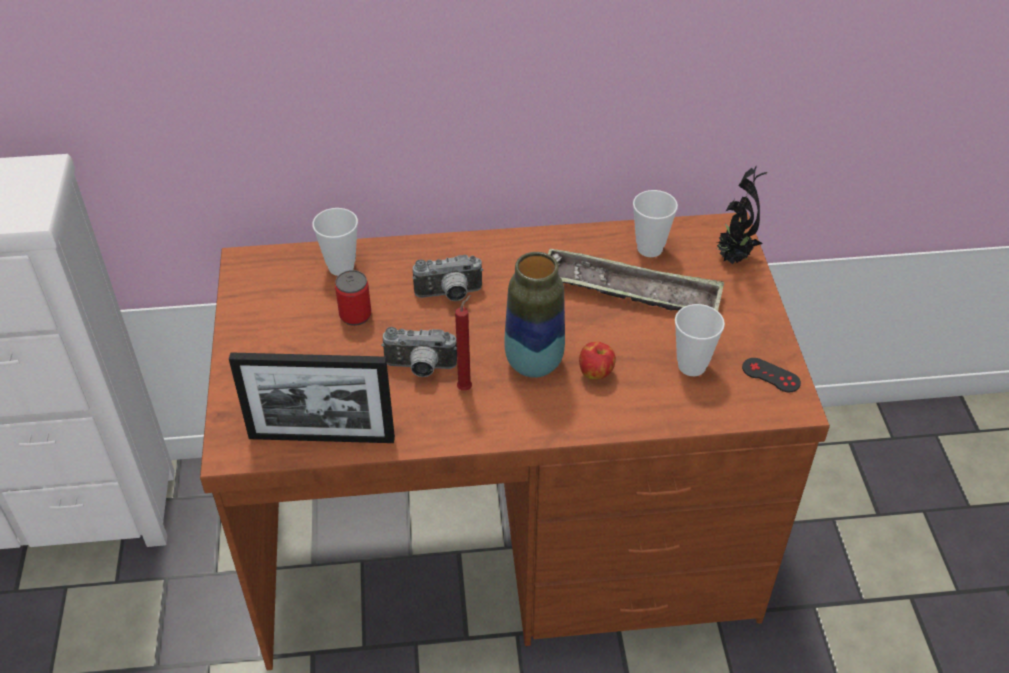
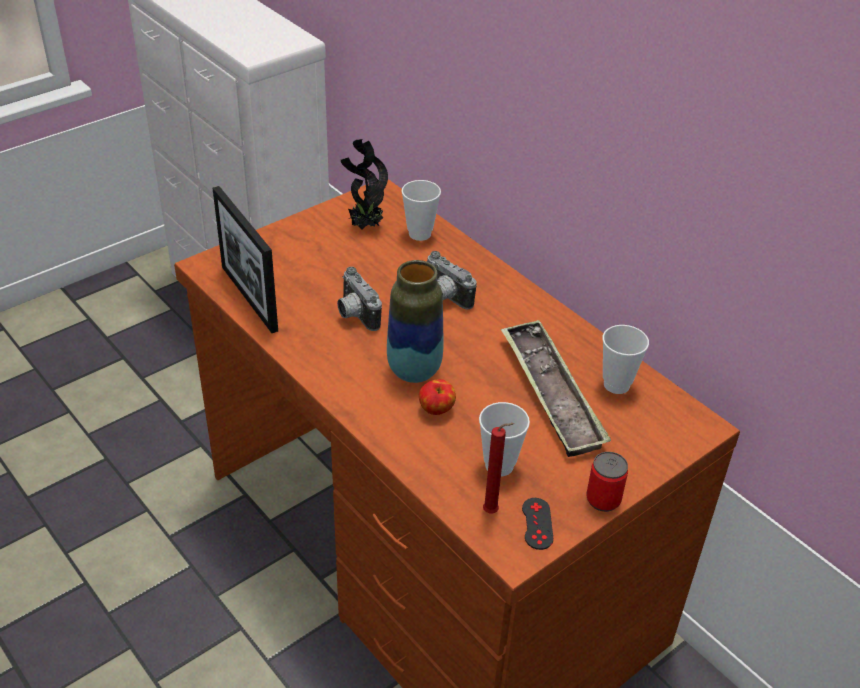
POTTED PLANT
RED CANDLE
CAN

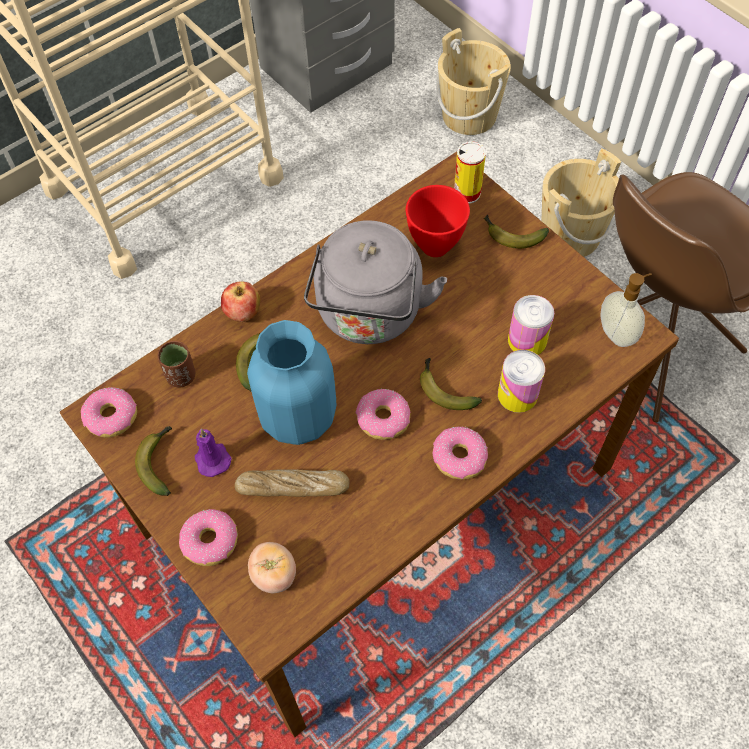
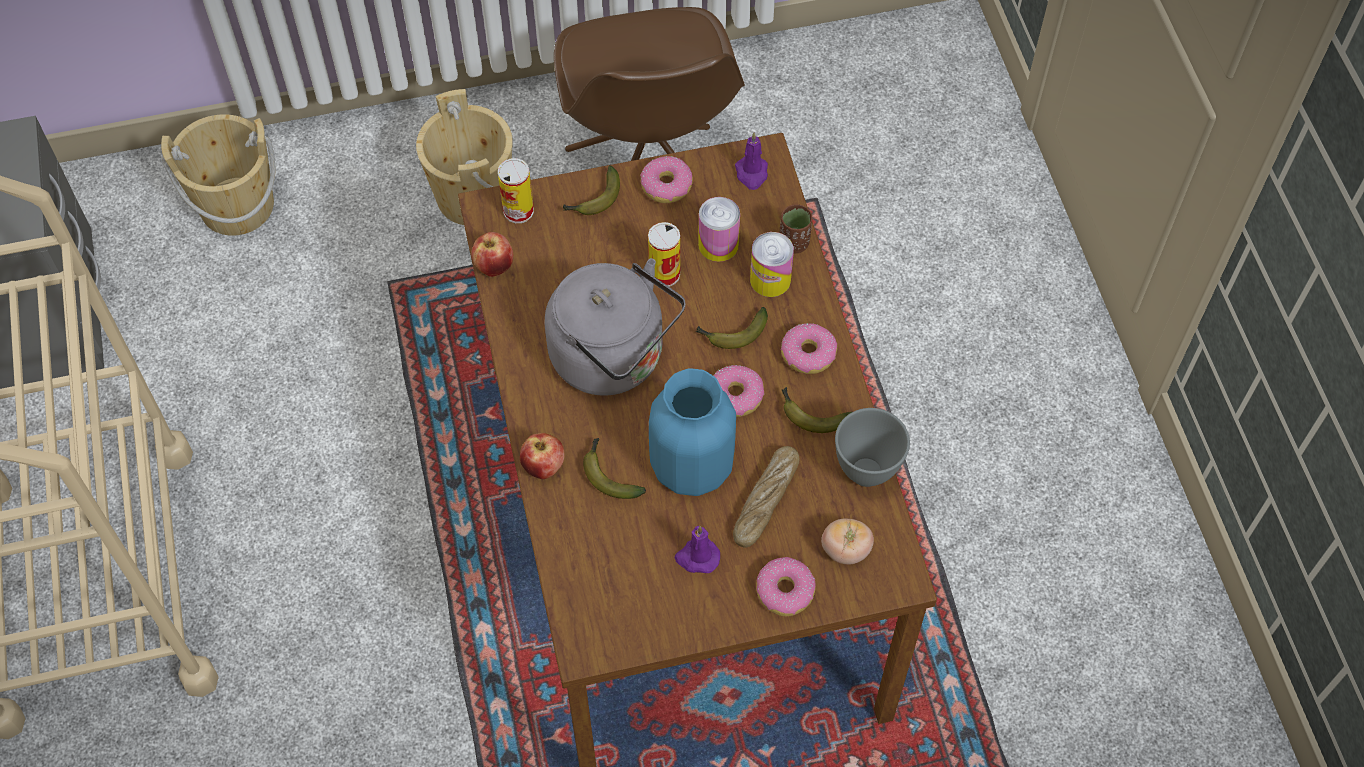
APPLE (no. 1 from left)
DONUT (no. 1 from left)
CAN (no. 2 from left)
PURPLE CANDLE (no. 2 from left)
BROWN CUP
BANANA (no. 4 from left)
GREY BOWL
RED BOWL

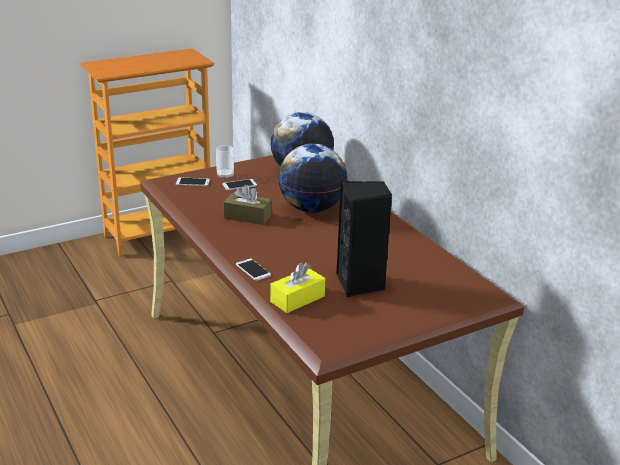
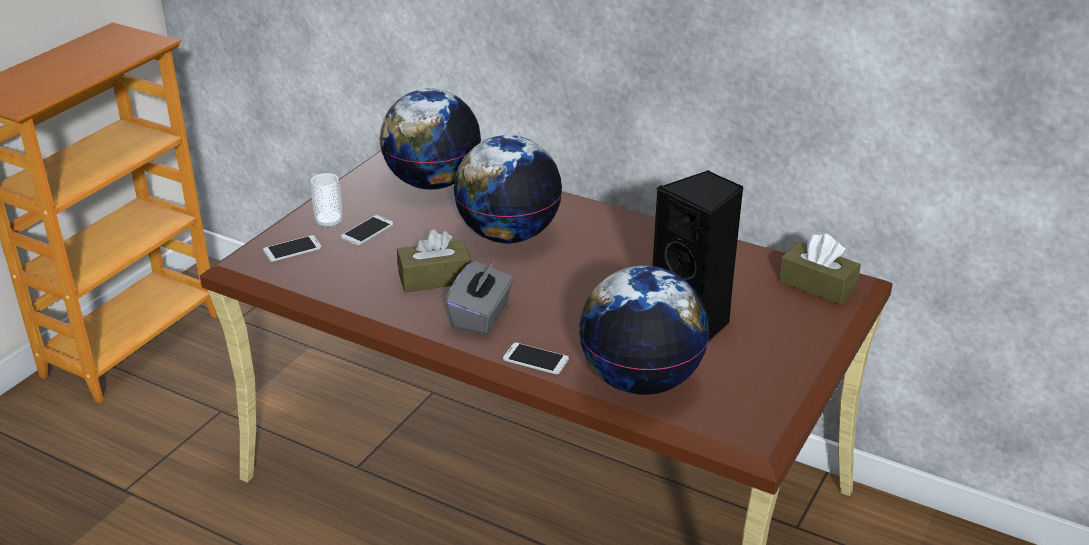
GREY TISSUE BOX
GLOBE (no. 3 from left)
BROWN TISSUE BOX (no. 2 from left)

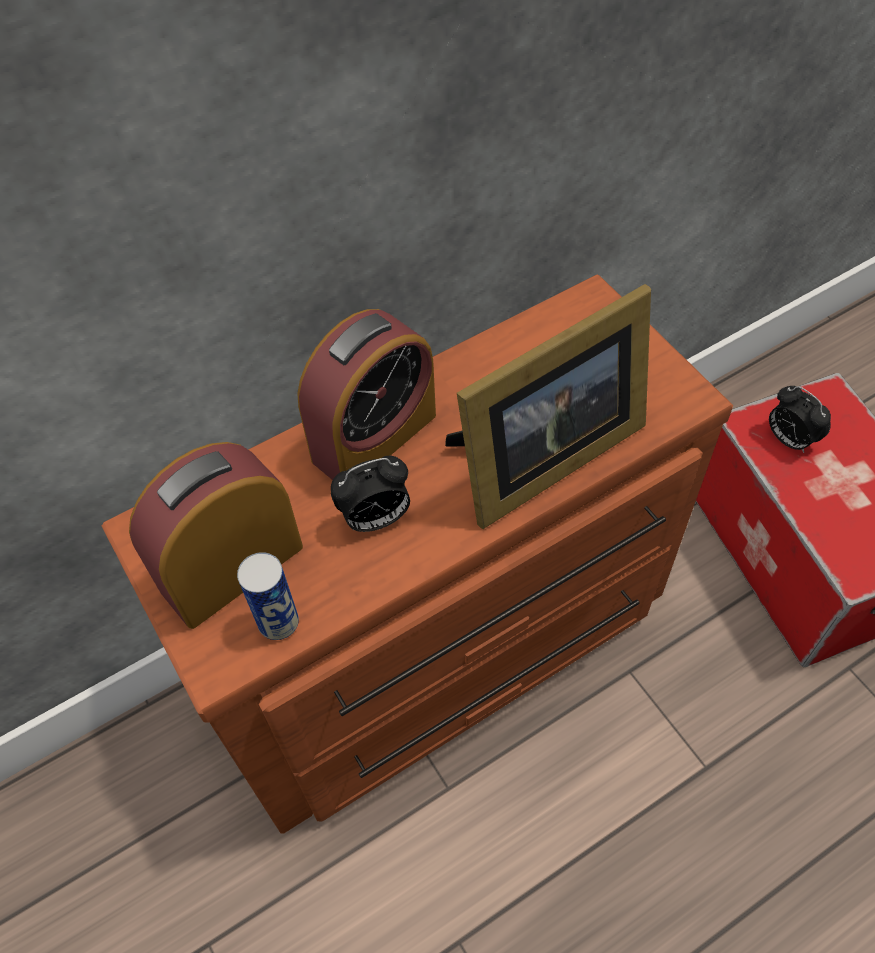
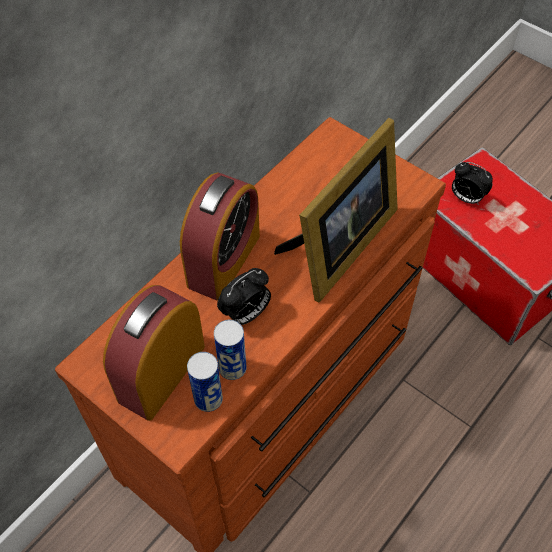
CAN (no. 2 from left)

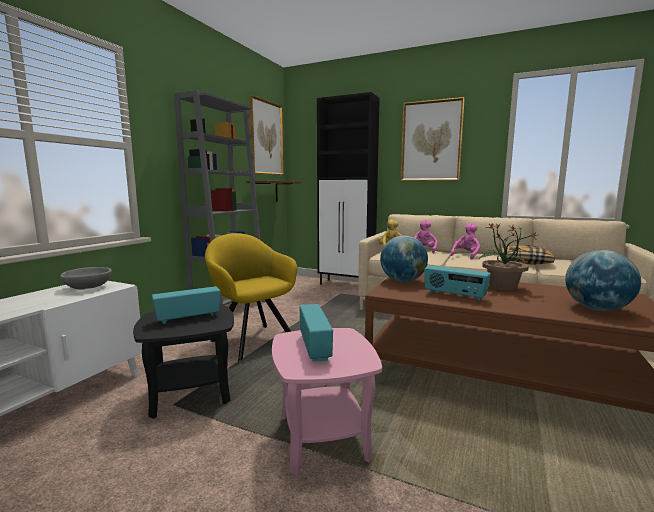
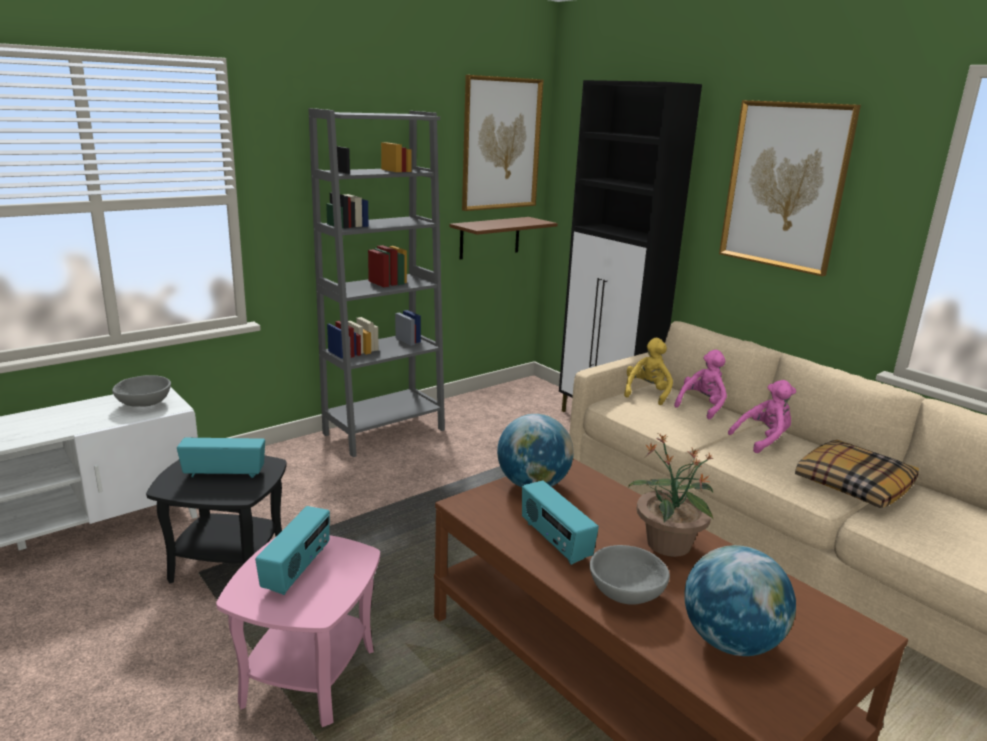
GREY BOWL (no. 2 from left)
YELLOW ARMCHAIR

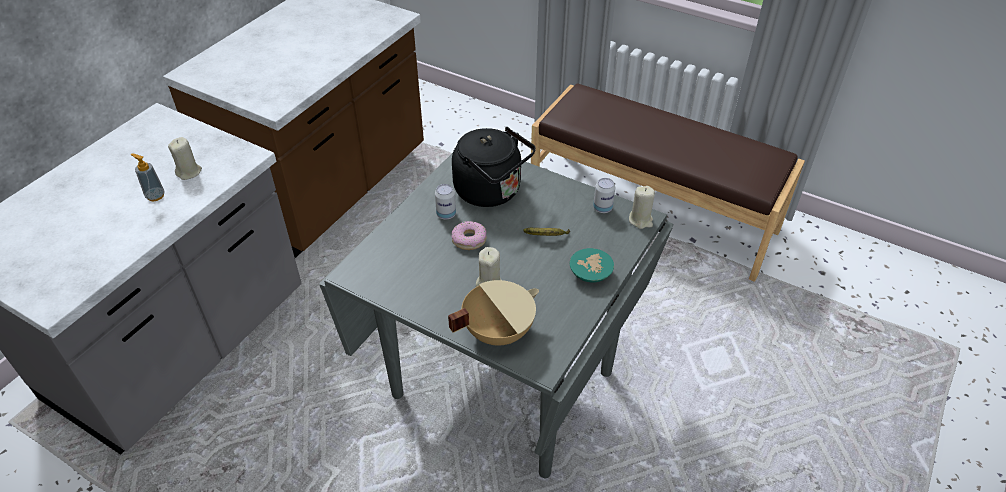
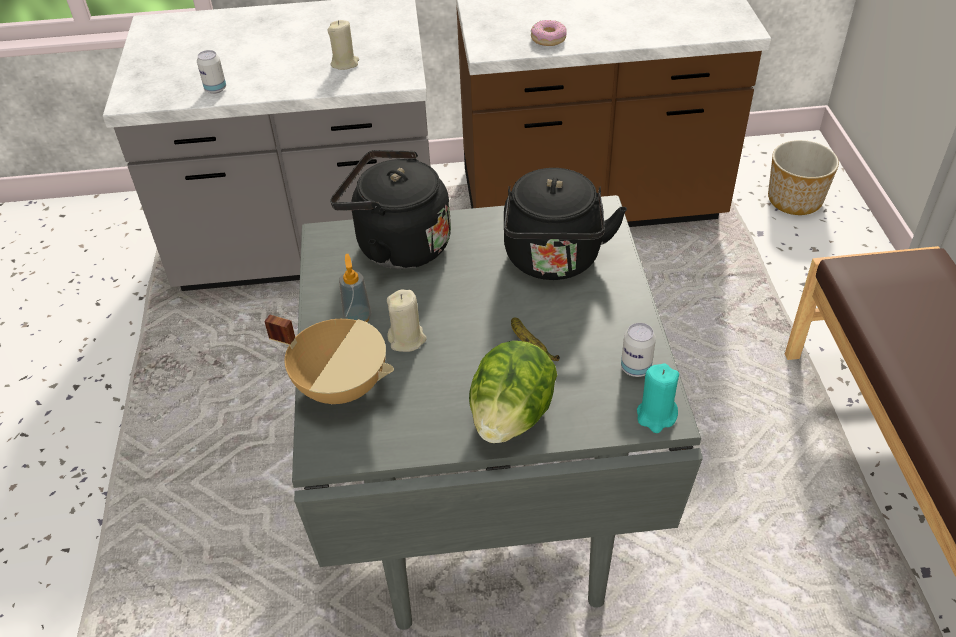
CAN (no. 1 from left)
BLACK KETTLE (no. 1 from left)
SOAP DISPENSER
LETTUCE
DONUT
TURQUOISE CANDLE
PLANTER

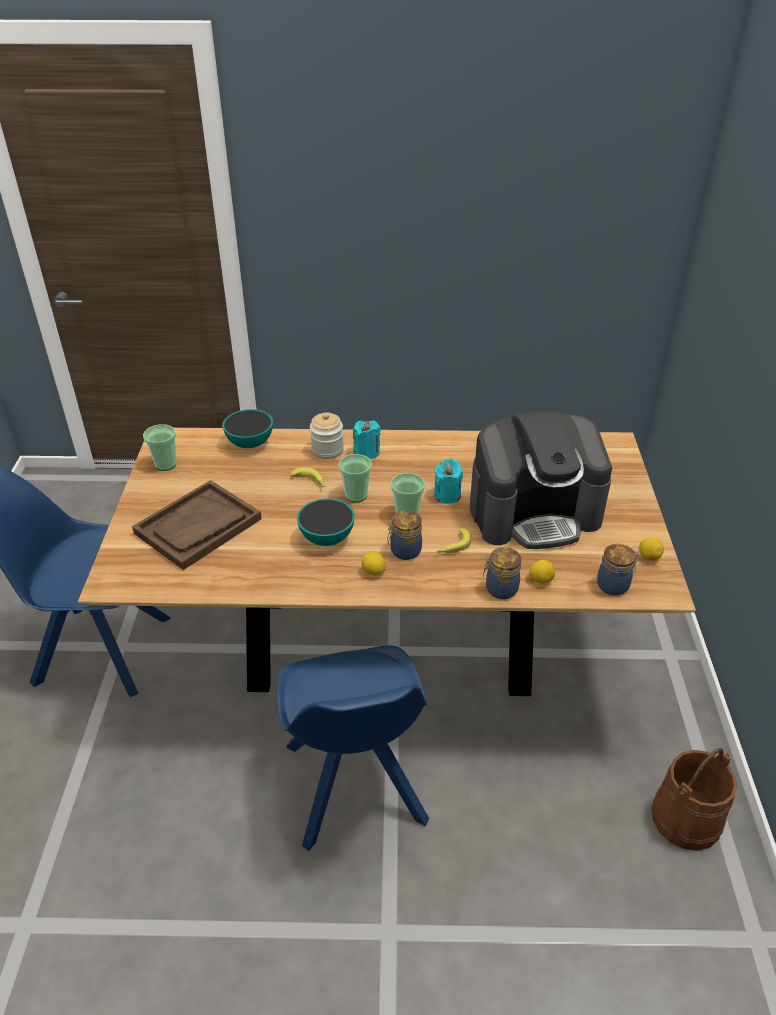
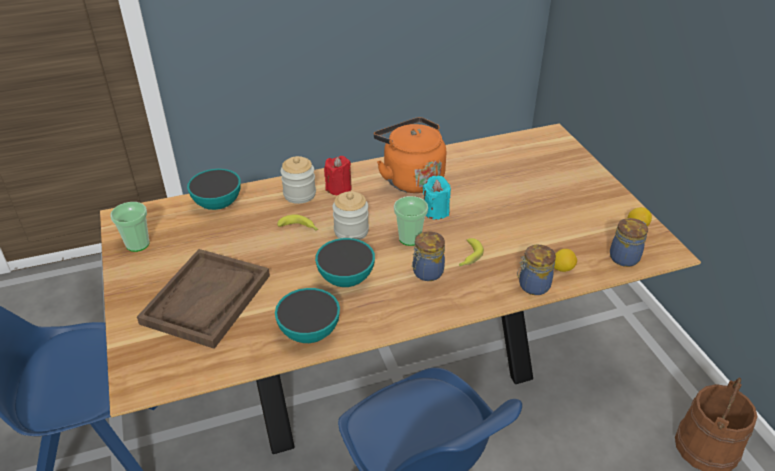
BOWL (no. 2 from left)
RED CANDLE
JAR (no. 2 from left)
ORANGE KETTLE
LEMON (no. 1 from left in the first image)
COFFEE MACHINE

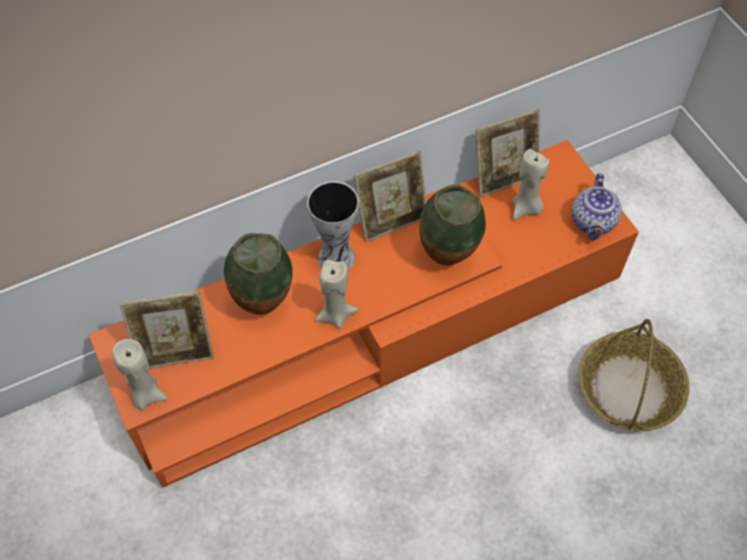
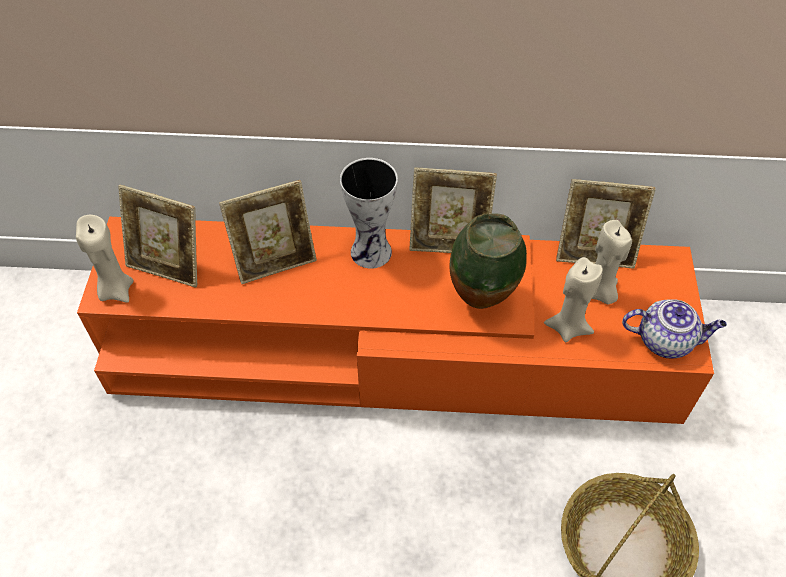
PICTURE FRAME (no. 2 from left)
BEIGE CANDLE (no. 2 from left)
TEAPOT

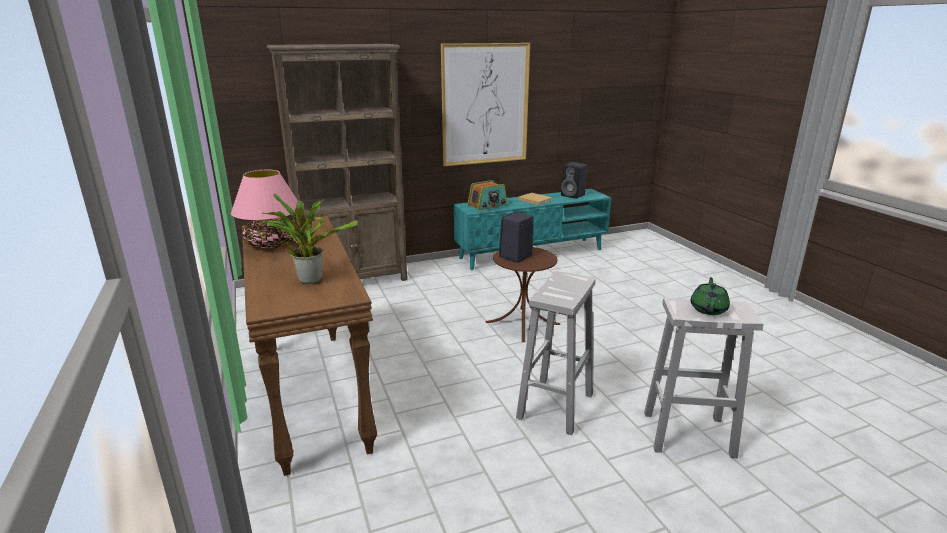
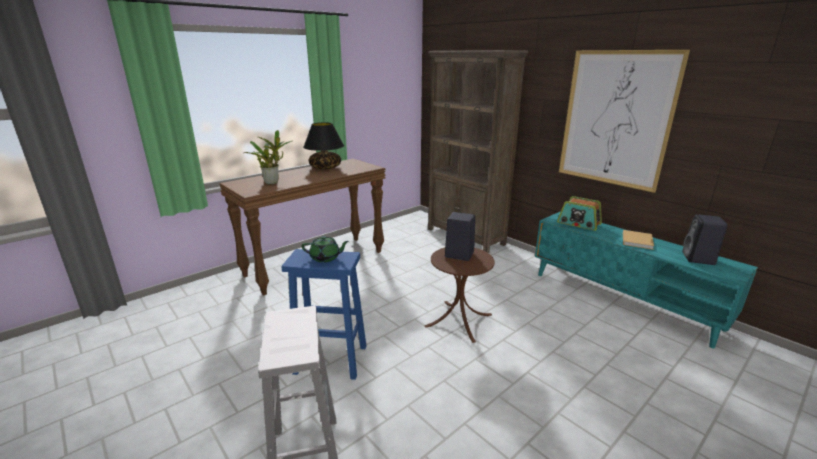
BLUE STOOL
GREEN TEAPOT
BLACK TABLE LAMP

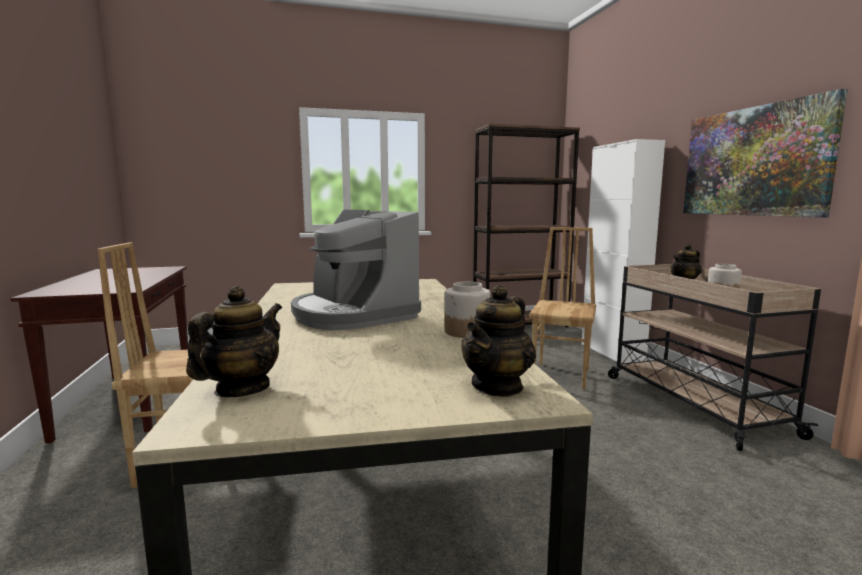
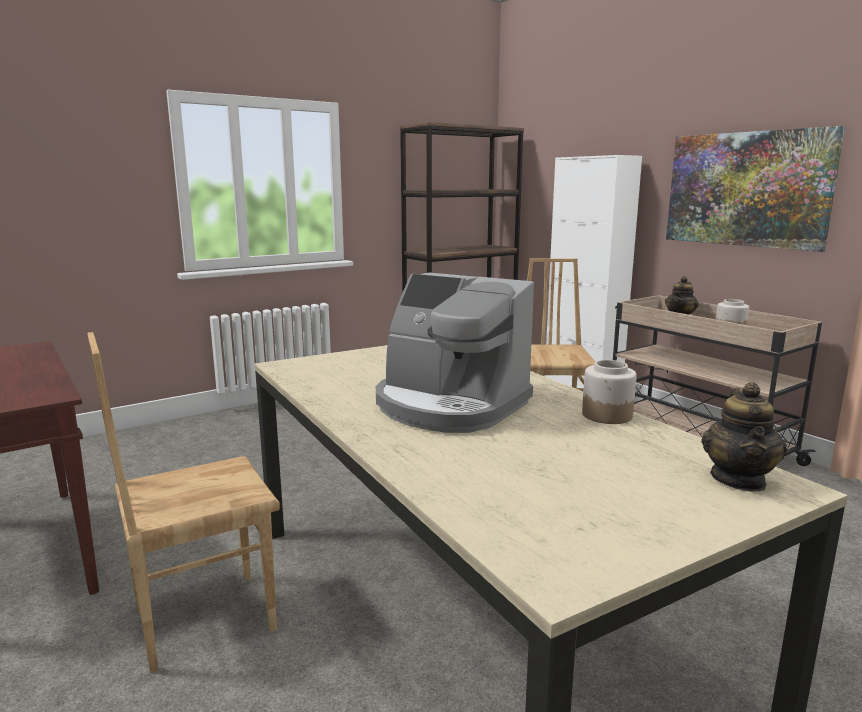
TEAPOT (no. 1 from left in the first image)

